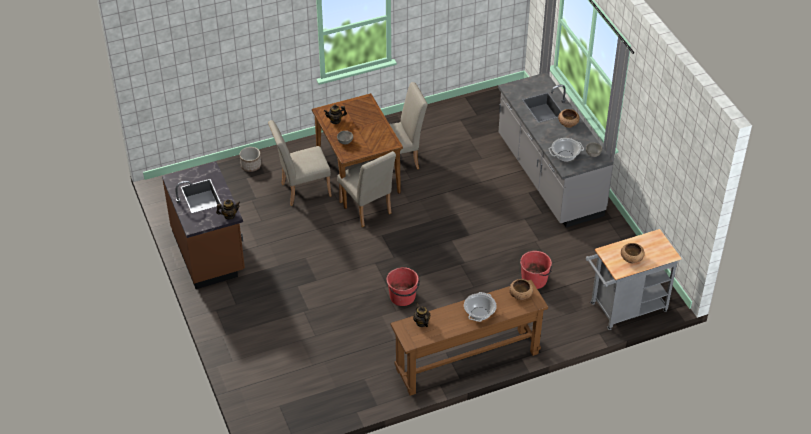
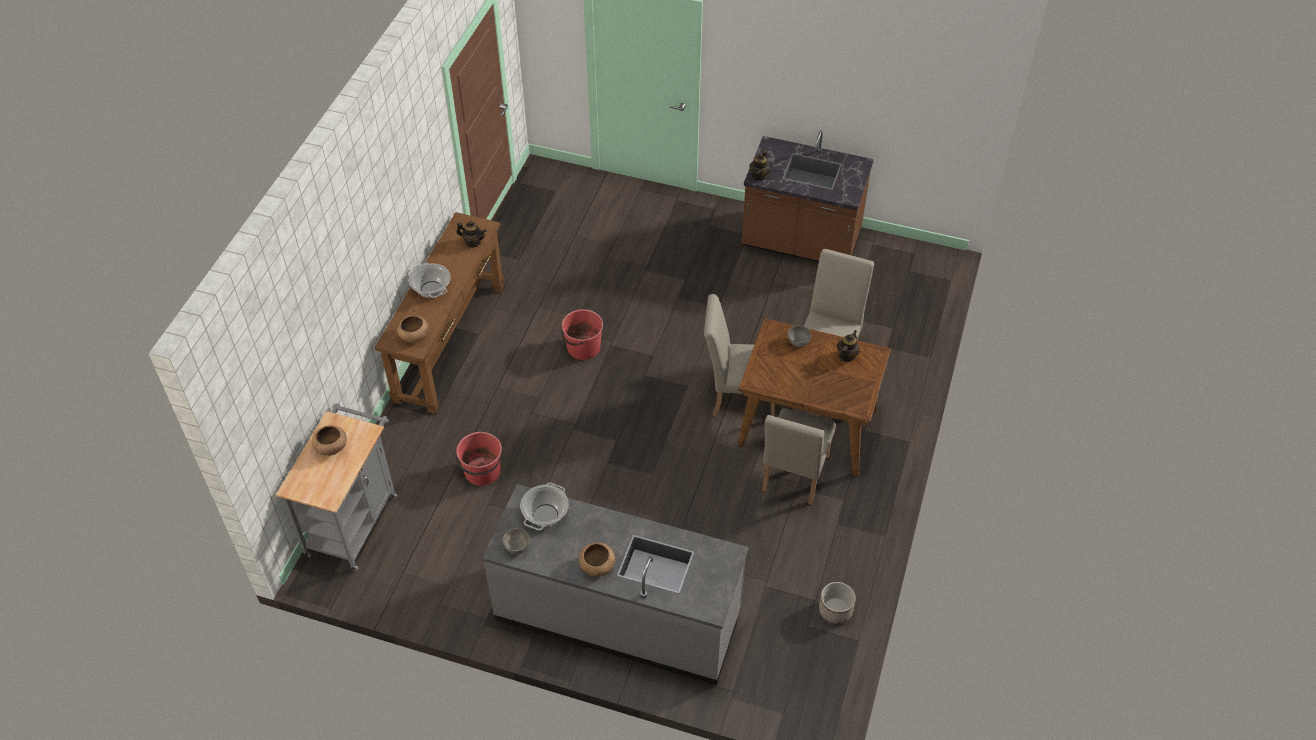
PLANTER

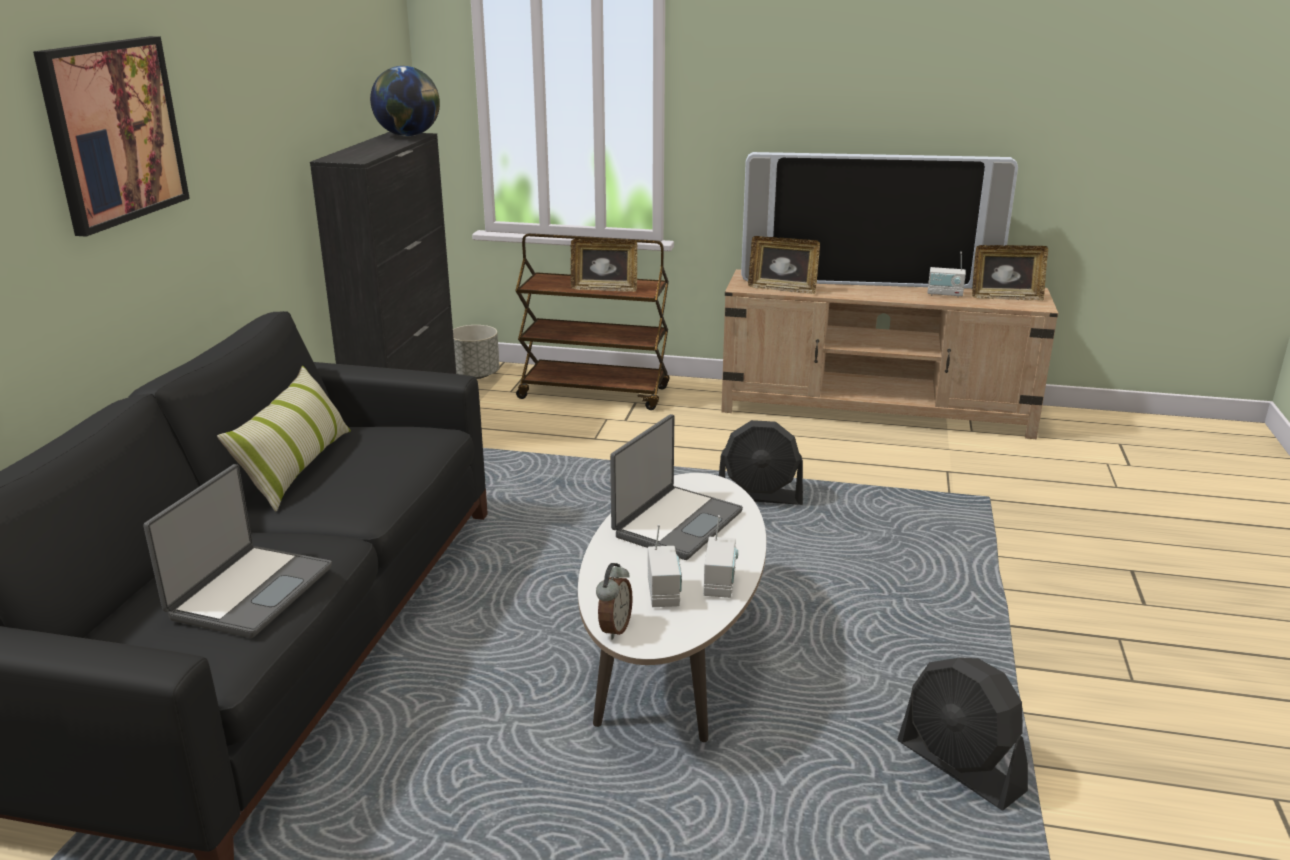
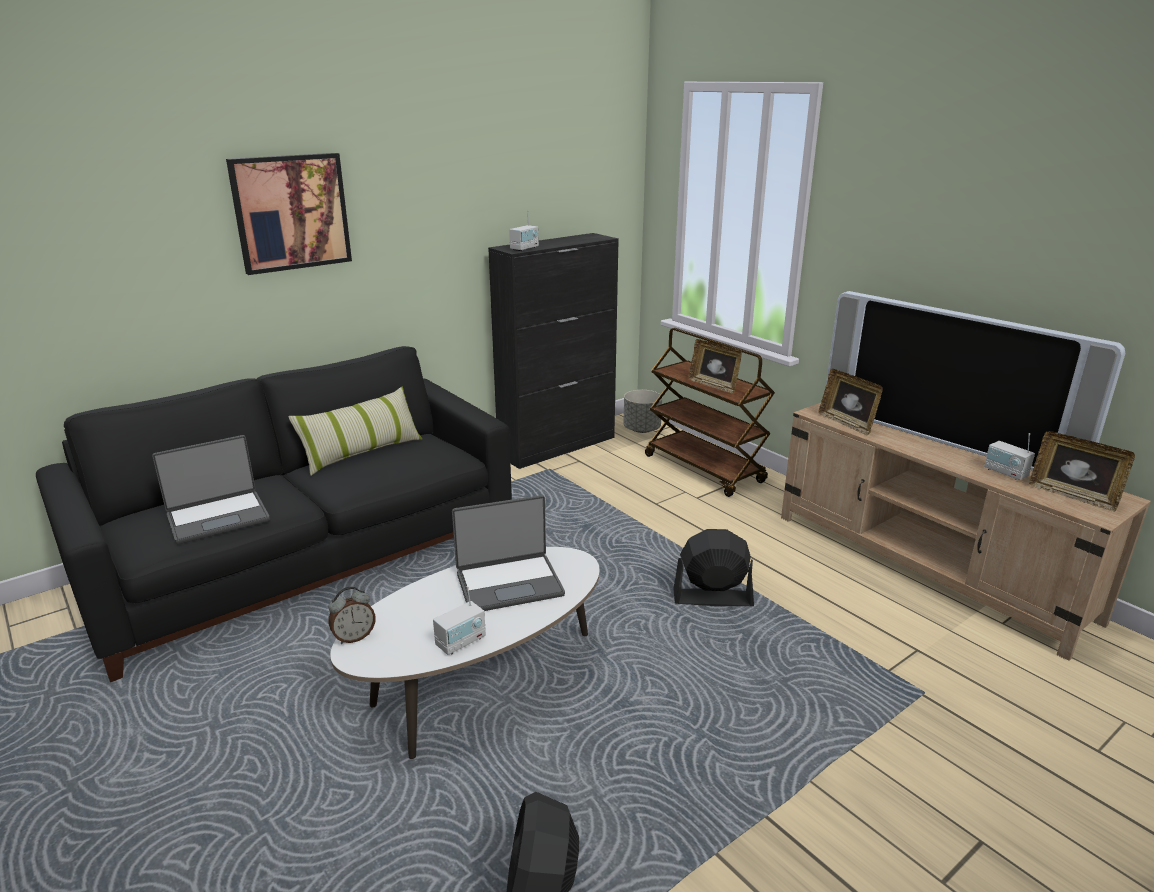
RADIO (no. 2 from left)
BLACK FAN (no. 2 from left)
GLOBE

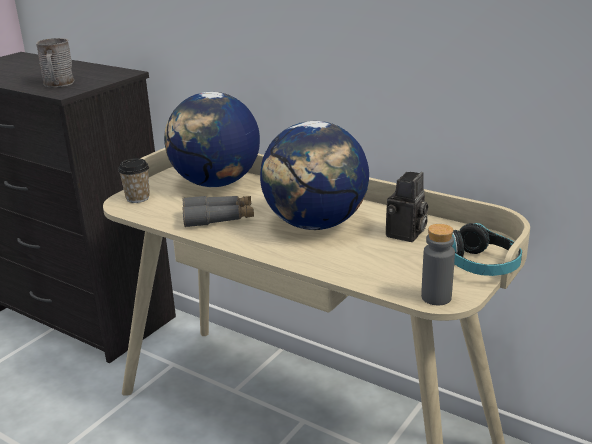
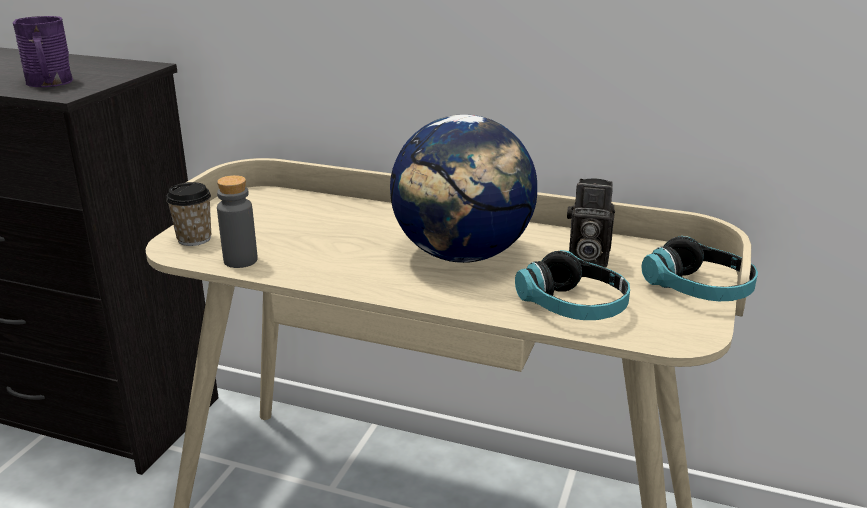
PURPLE MUG
GREY BOTTLE
HEADPHONES (no. 1 from left)
PHOTO CAMERA
GLOBE (no. 1 from left in the first image)
GREY BINOCULARS

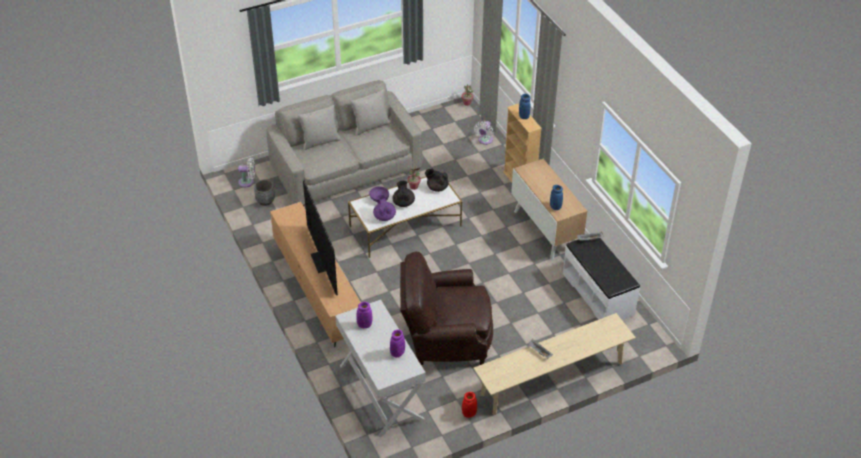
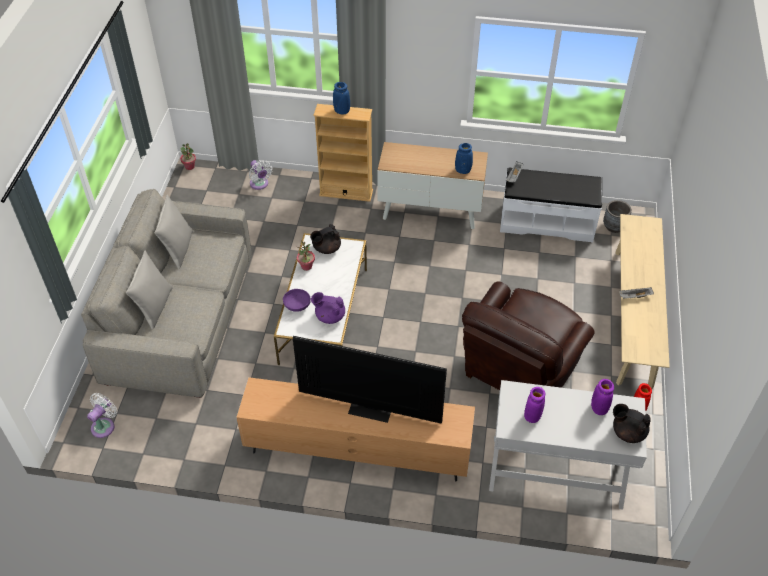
GREY PLANTER
BLACK TEAPOT (no. 2 from left)

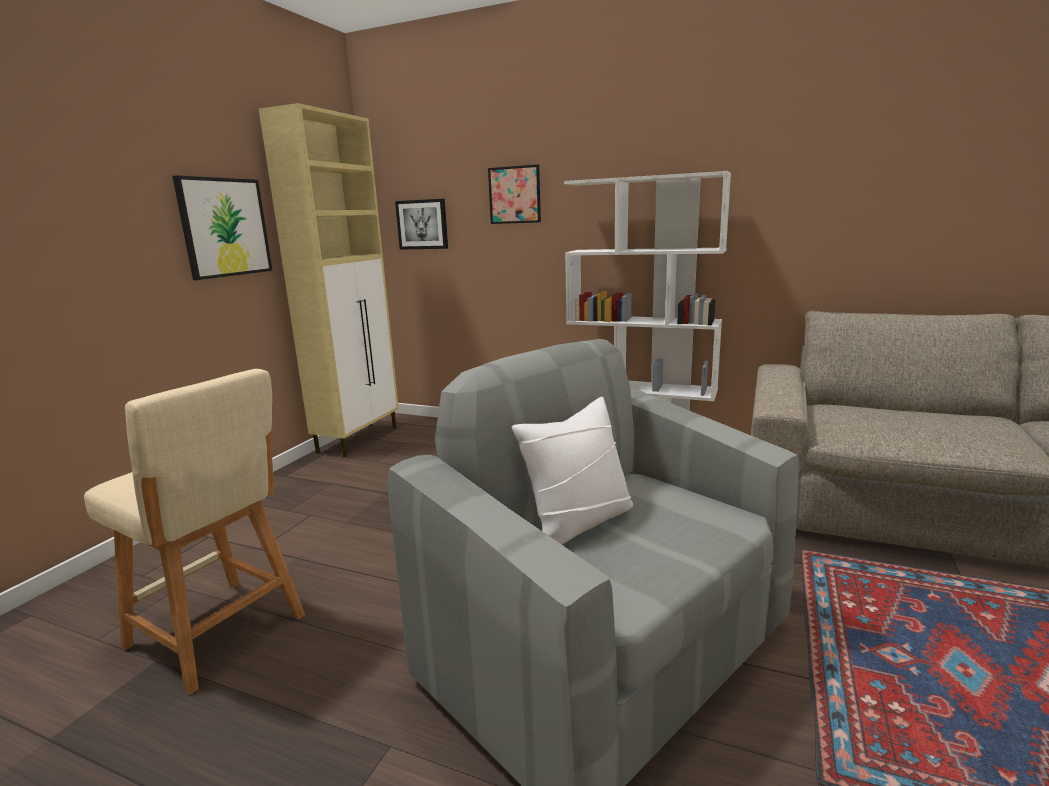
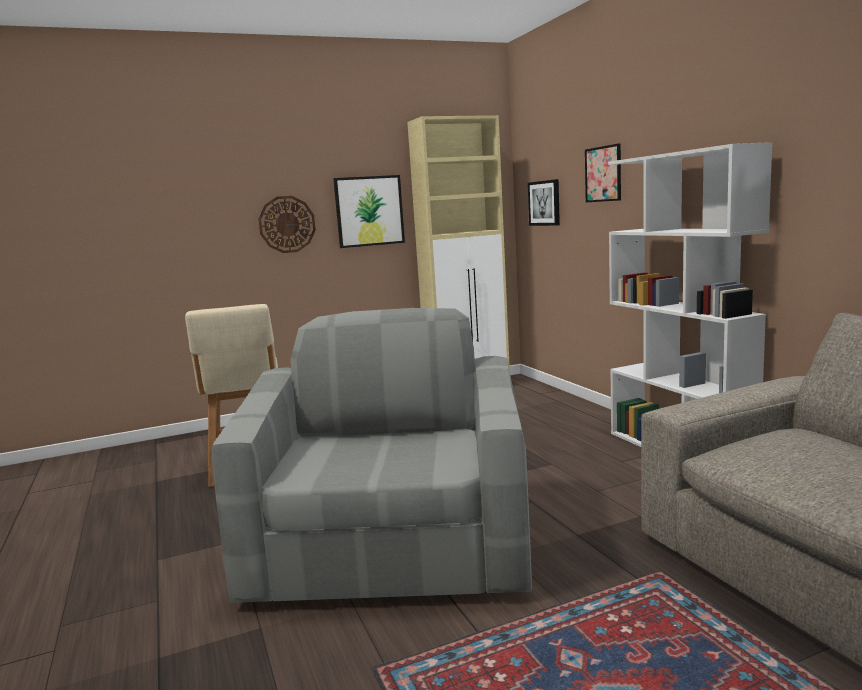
WALL CLOCK
WHITE PILLOW

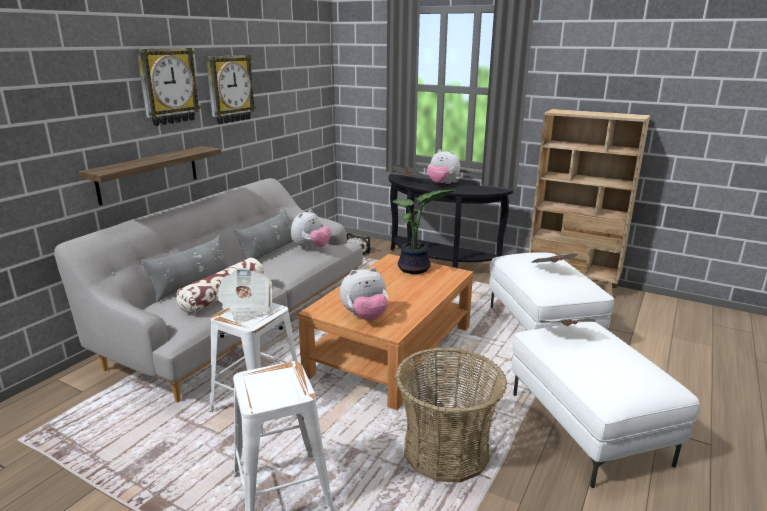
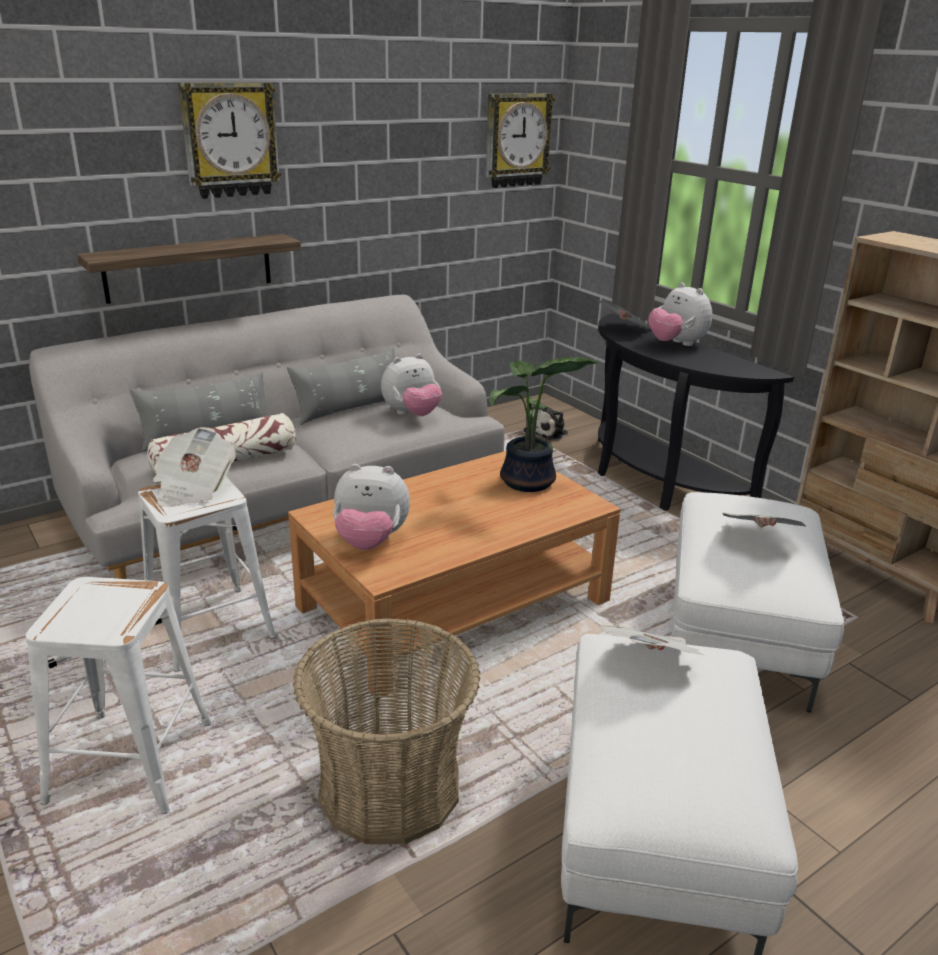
WALL CLOCK (no. 2 from left)

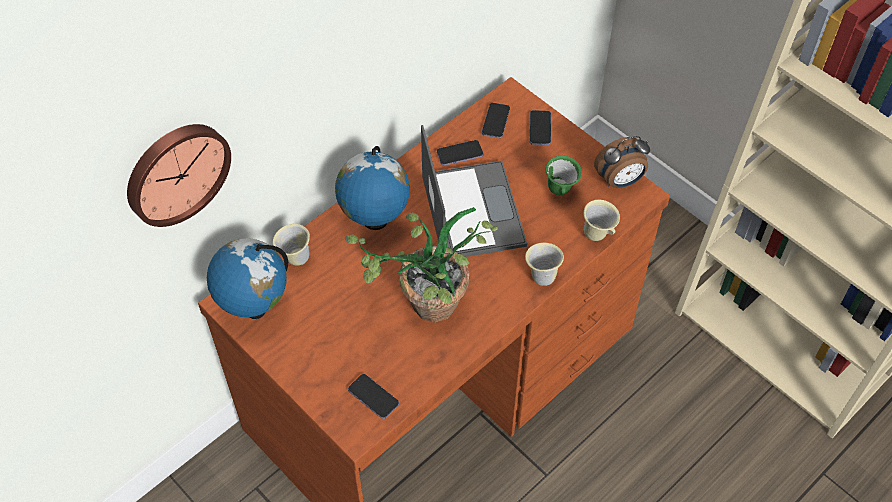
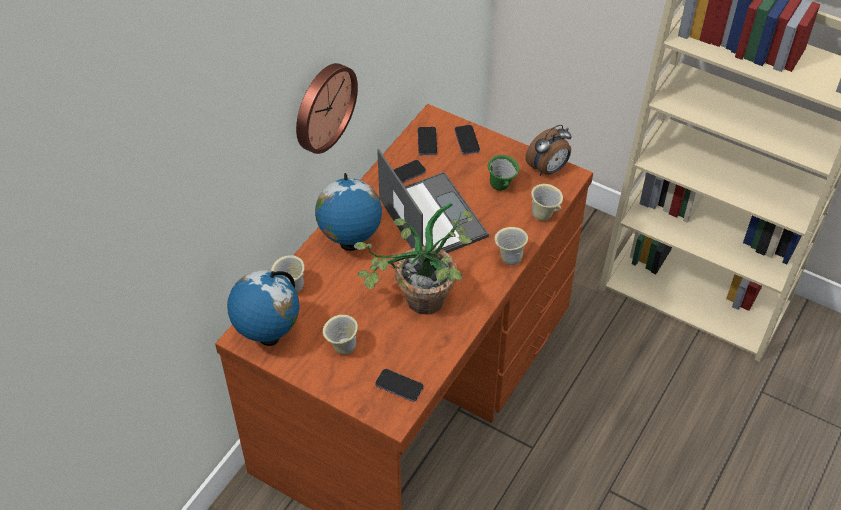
WALL CLOCK
BEIGE MUG (no. 2 from left)

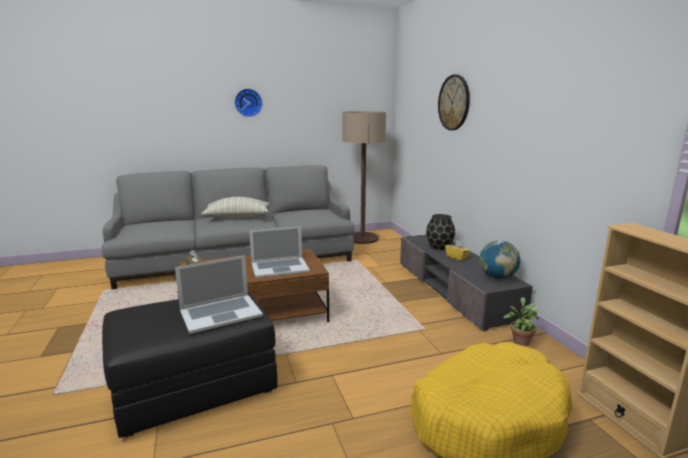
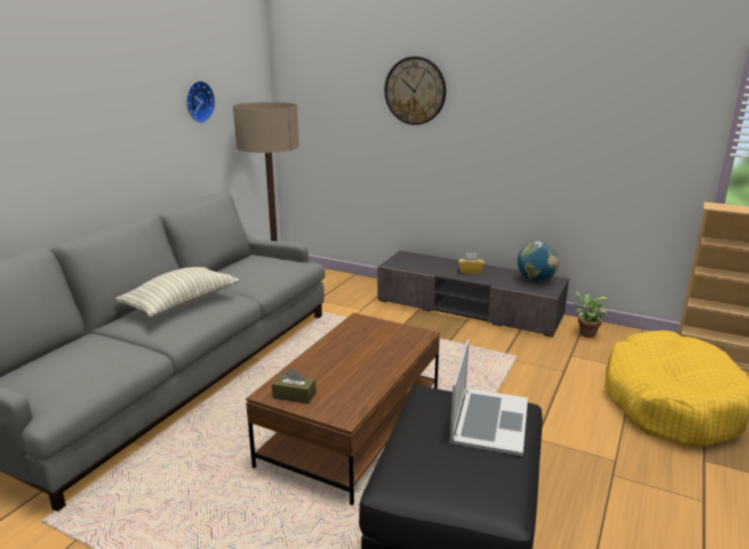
WALL CLOCK (no. 1 from left)
LAPTOP (no. 2 from left in the first image)
BLACK VASE

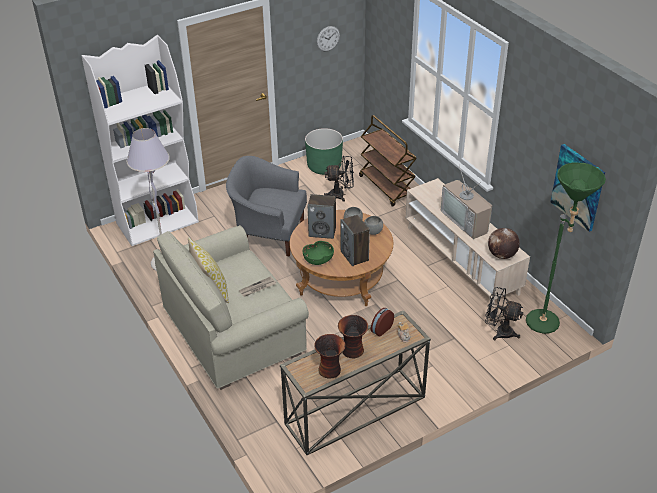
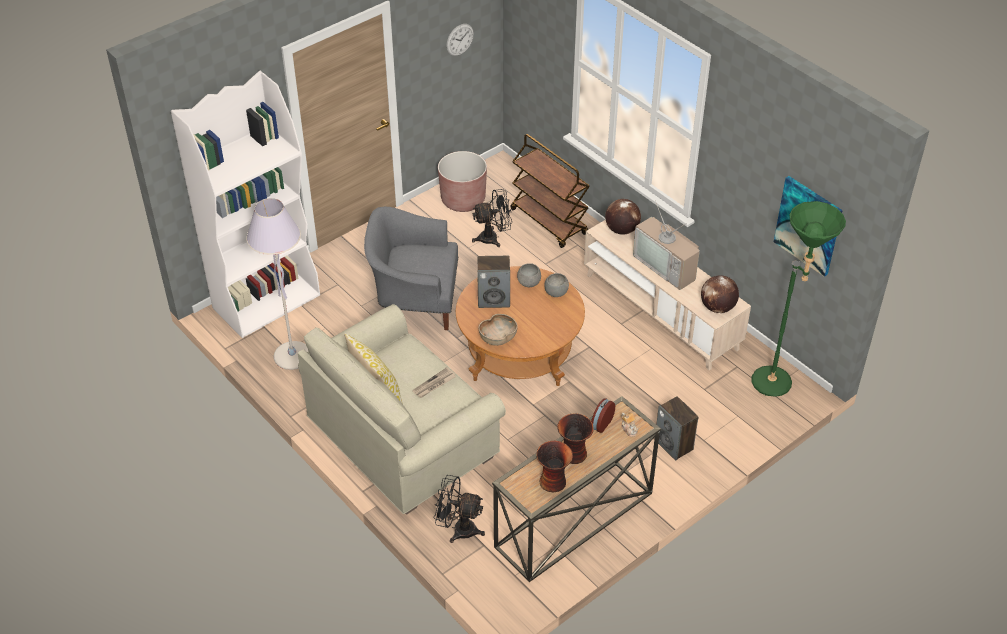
BLACK FAN (no. 1 from left)
BROWN PLANTER
BROWN BOWL
GLOBE (no. 1 from left)
SPEAKER (no. 2 from left)

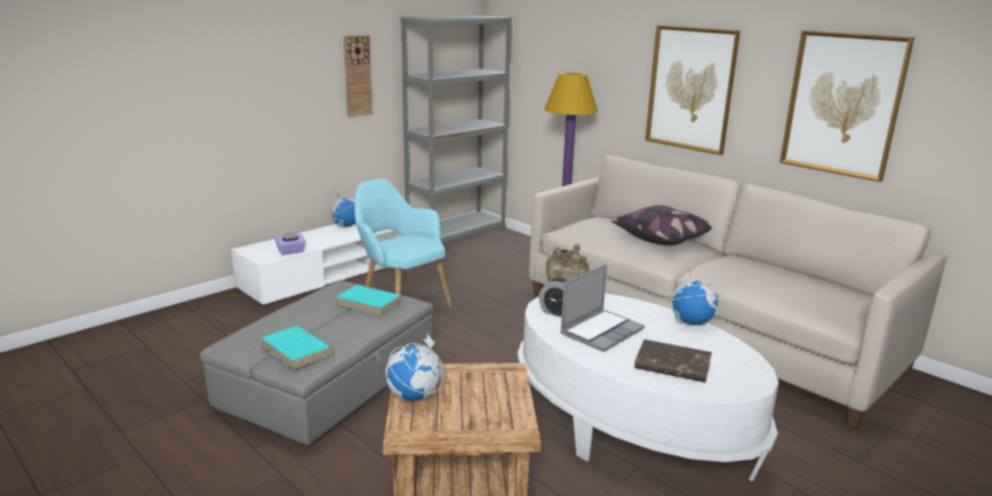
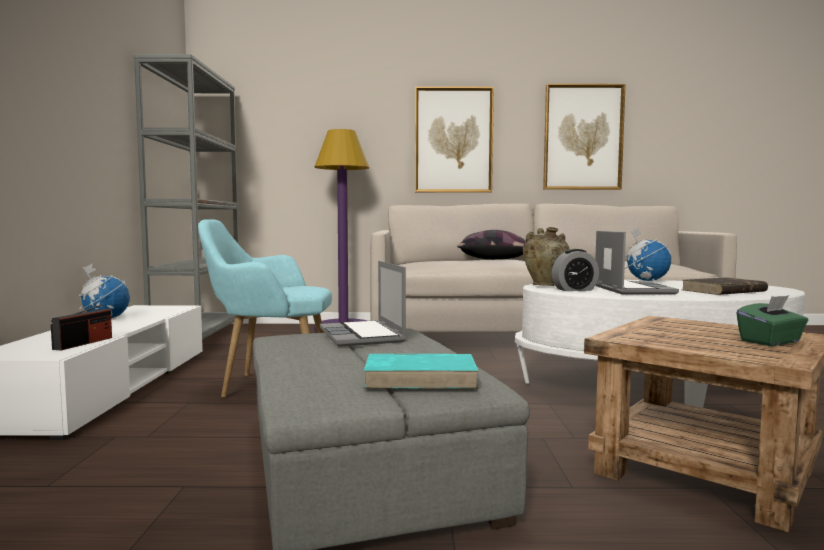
RADIO
LAPTOP (no. 1 from left)
GREEN TISSUE BOX
WALL CLOCK
GLOBE (no. 2 from left in the first image)

